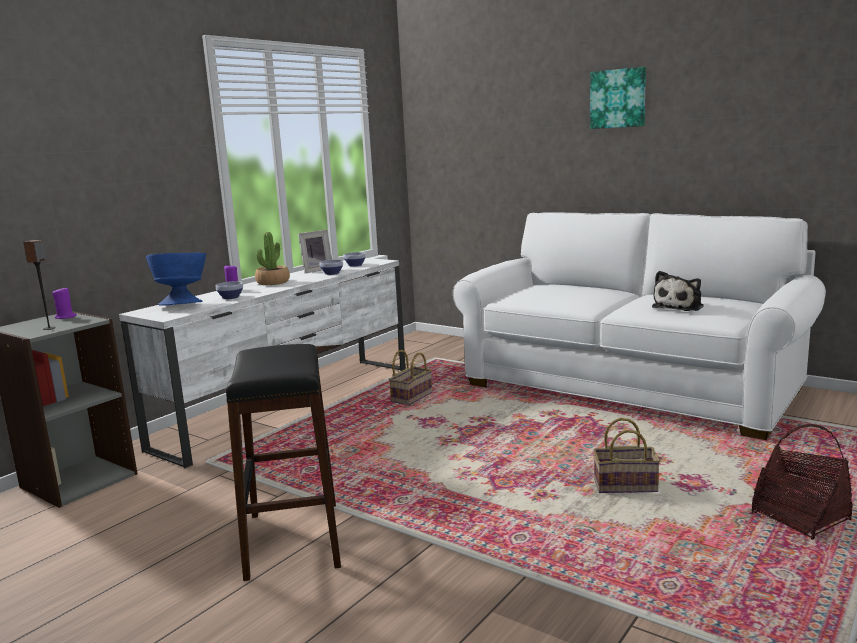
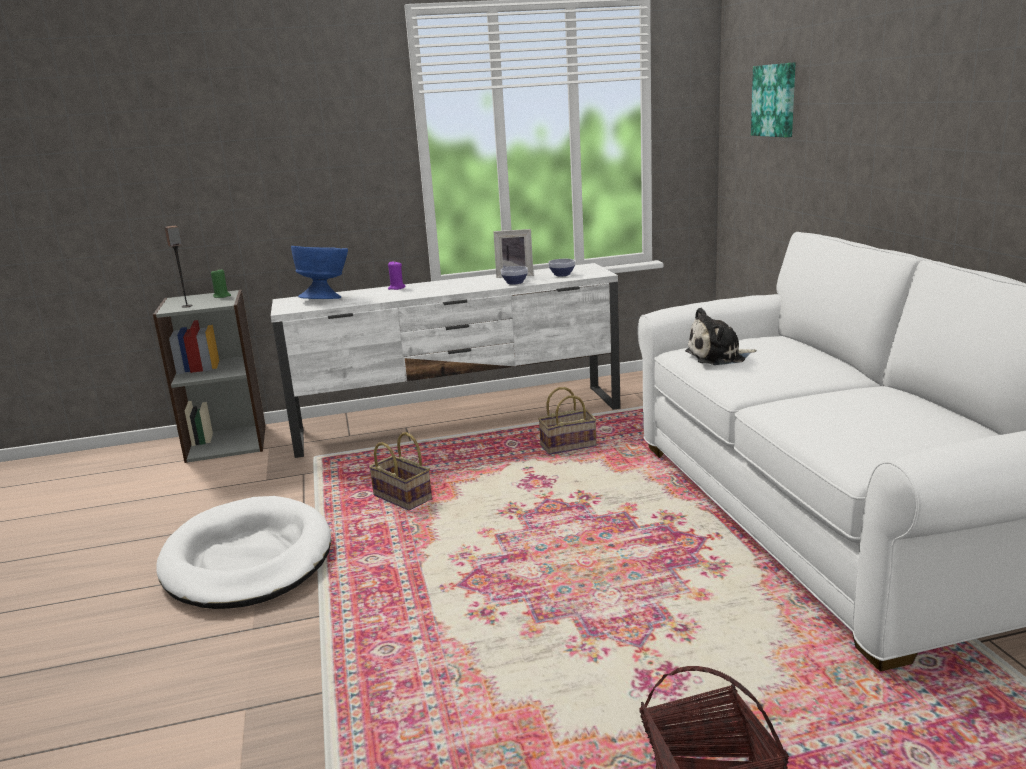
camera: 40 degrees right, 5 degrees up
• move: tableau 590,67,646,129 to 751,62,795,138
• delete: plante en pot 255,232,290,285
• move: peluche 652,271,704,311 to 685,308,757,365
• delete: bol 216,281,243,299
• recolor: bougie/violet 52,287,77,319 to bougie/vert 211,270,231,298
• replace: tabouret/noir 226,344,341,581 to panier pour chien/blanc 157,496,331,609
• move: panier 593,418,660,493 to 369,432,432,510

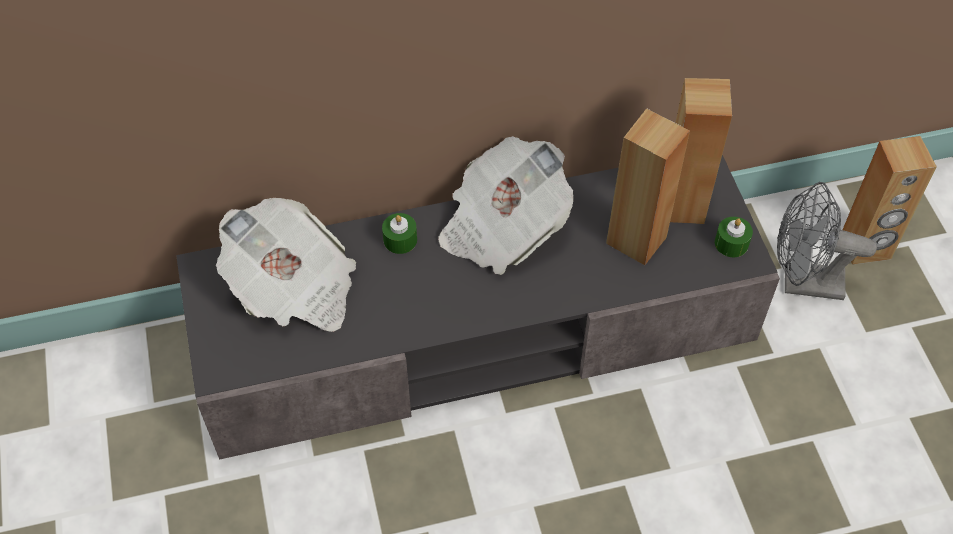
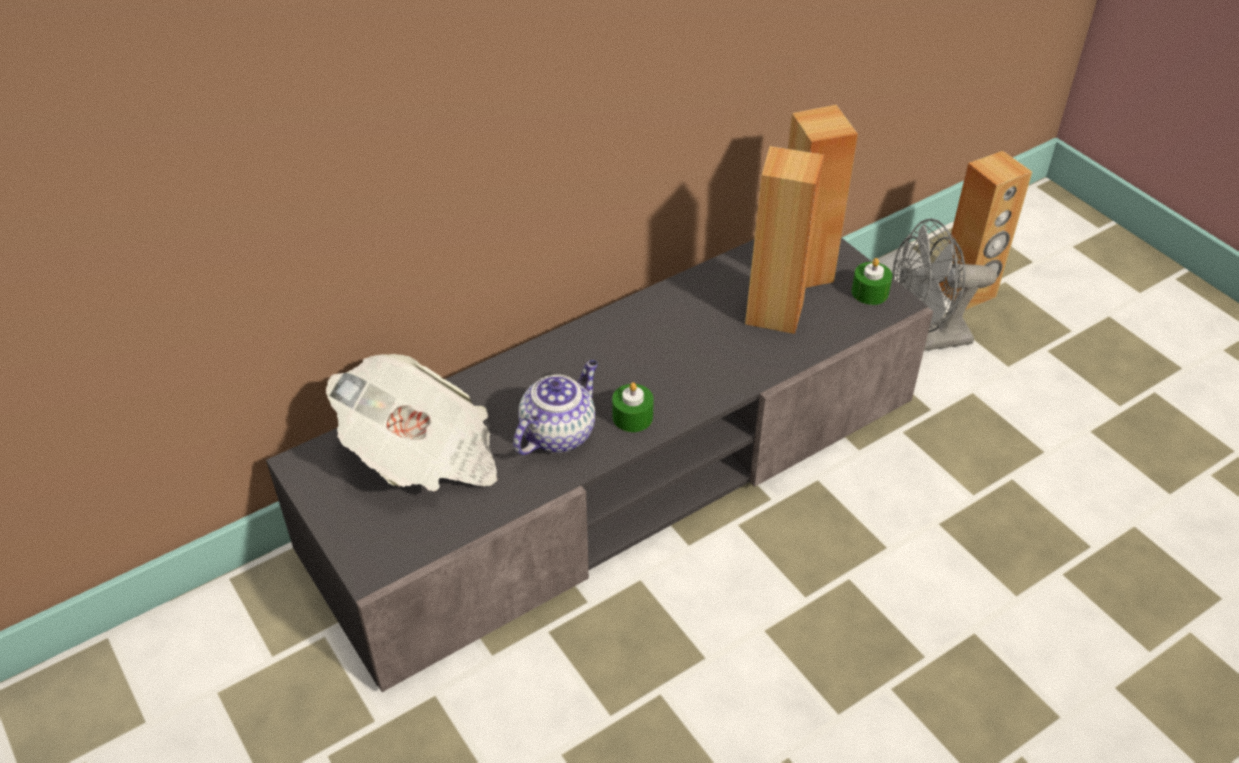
camera: 20 degrees left, 10 degrees down
• delete: journal 438,136,574,275
• move: bougie/vert 382,213,417,254 to 612,382,654,432
• insert: théière 513,360,598,455

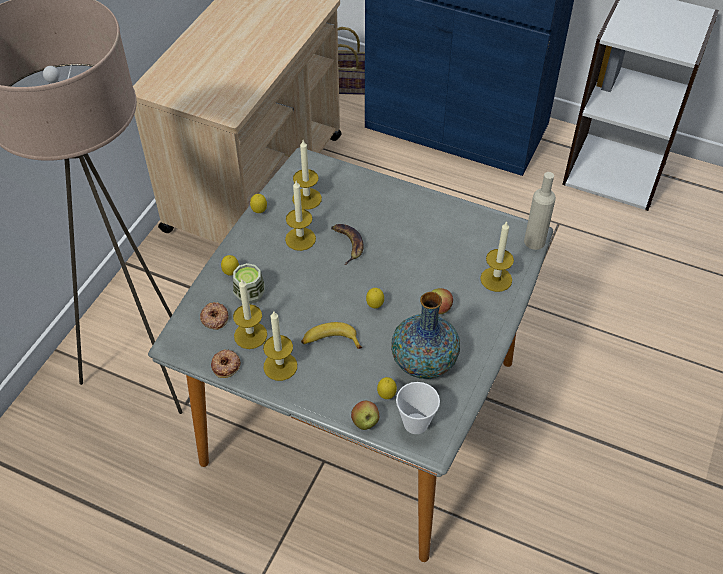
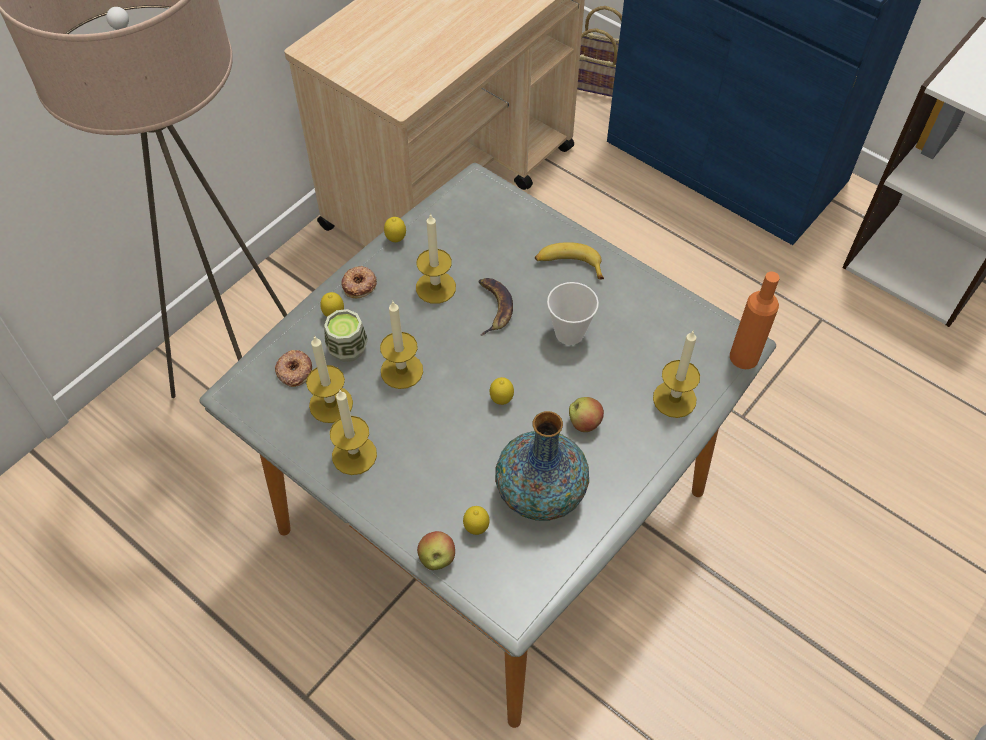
camera: 15 degrees right, 5 degrees up
• move: bougie 292,140,322,210 to 380,301,423,389
• recolor: bouteille/beige 524,172,556,250 to bouteille/orange 730,271,780,369
• move: banane 301,322,362,349 to 535,242,604,279
• move: beignet 211,349,241,378 to 341,266,377,298
• move: tasse 396,382,440,434 to 547,282,599,345

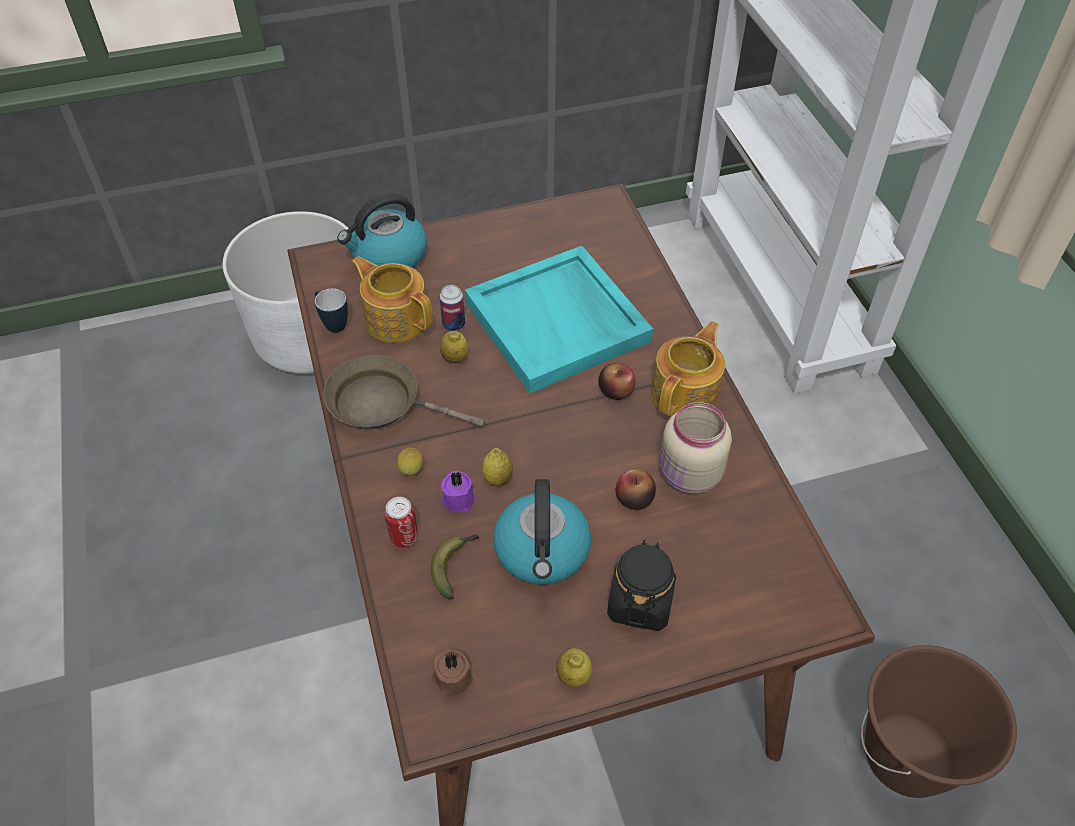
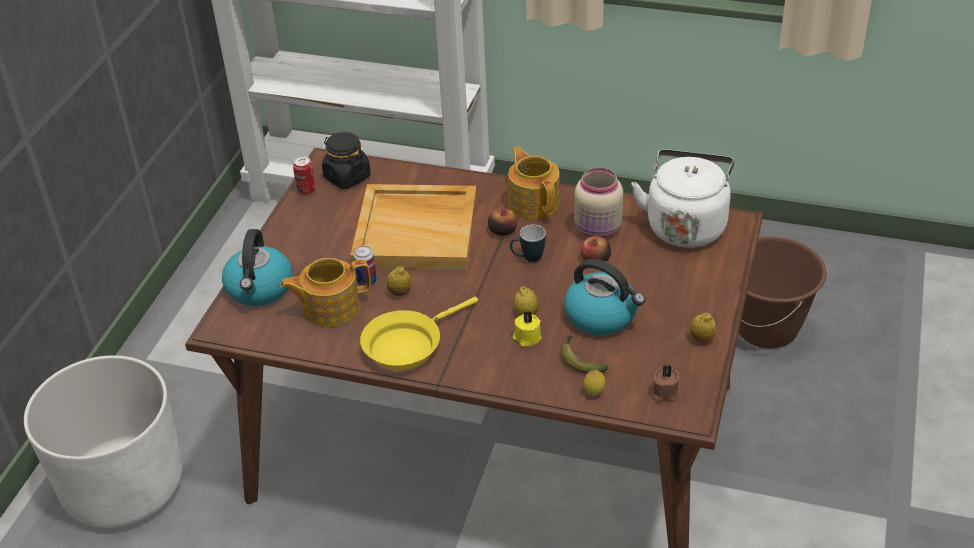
camera: 55 degrees left, 10 degrees down
• recolor: plateau/turquoise 465,246,653,393 to plateau/beige 350,184,477,270
• move: mug 315,289,348,333 to 510,225,546,262
• recolor: poêle/marron 323,355,485,430 to poêle/jaune 360,297,478,370
• move: citron 397,448,423,475 to 584,370,605,396
• recolor: bougie/violet 441,471,476,512 to bougie/jaune 513,311,542,347
• move: boîte métallique 384,497,418,548 to 293,156,316,195
• move: bocal/noir 607,540,676,631 to 322,132,371,189
• insert: bouilloire/blanc 631,149,734,248

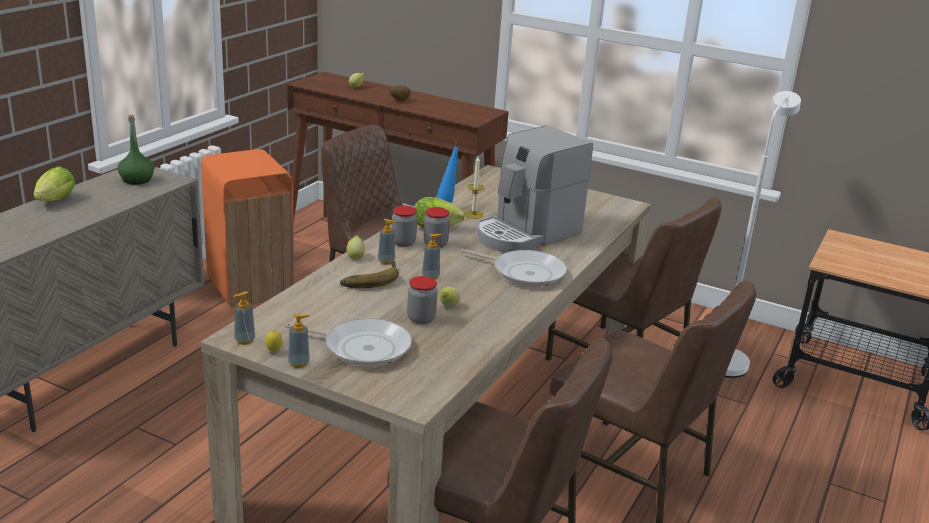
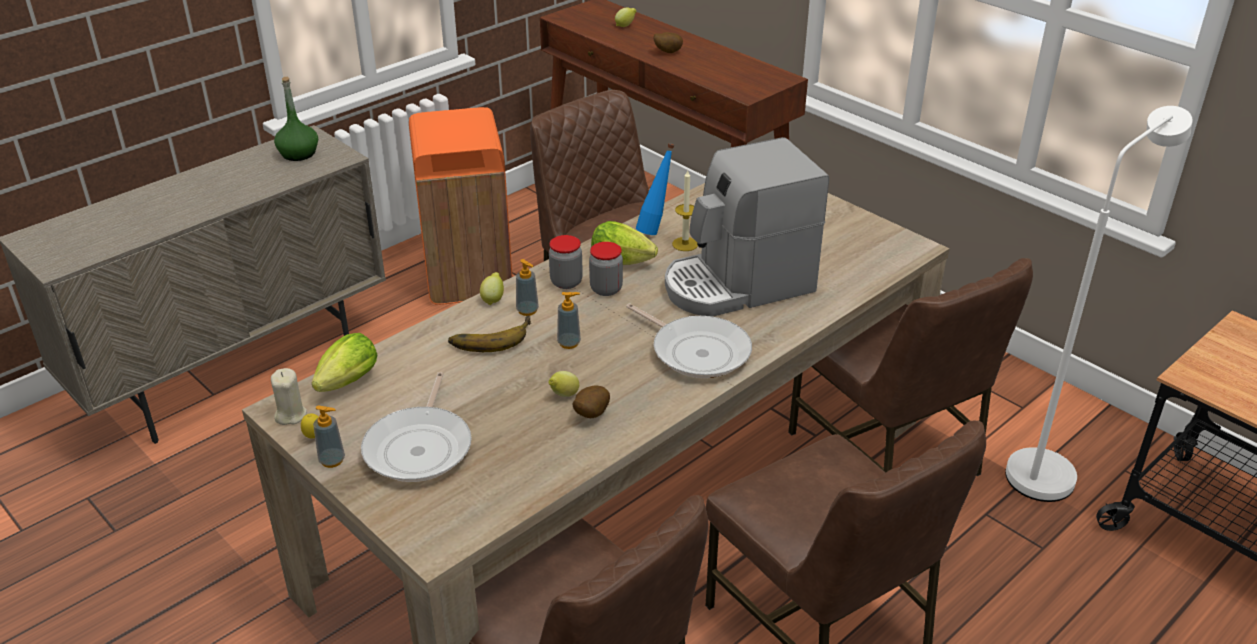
camera: 20 degrees right, 10 degrees up
• move: laitue 34,166,75,202 to 312,333,377,392
• delete: bocal 407,276,438,324
• replace: distributeur de savon 233,291,255,345 to bougie/beige 271,368,307,425
• rotate: poêle 285,318,412,367 = 361,372,472,482 60 degrees clockwise
• insert: pomme de terre 573,385,610,418

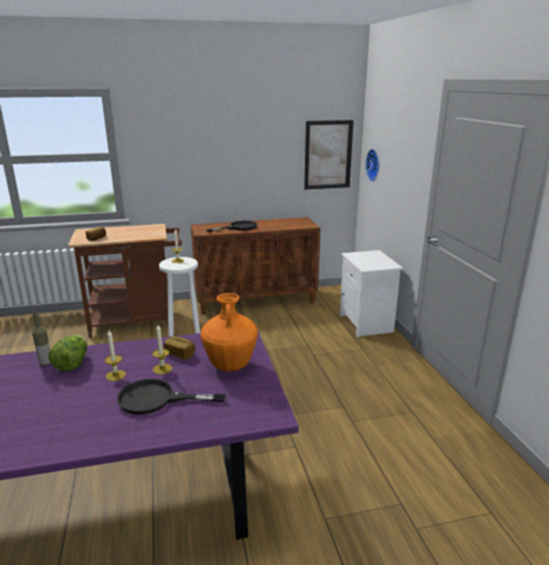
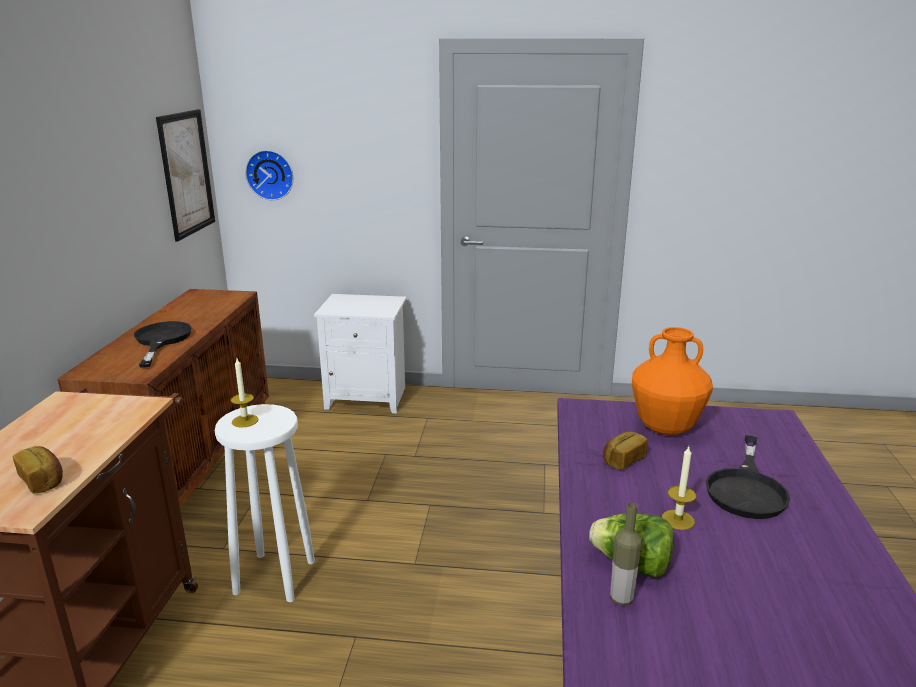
camera: 70 degrees left, 0 degrees up
• delete: bougie 153,325,172,374

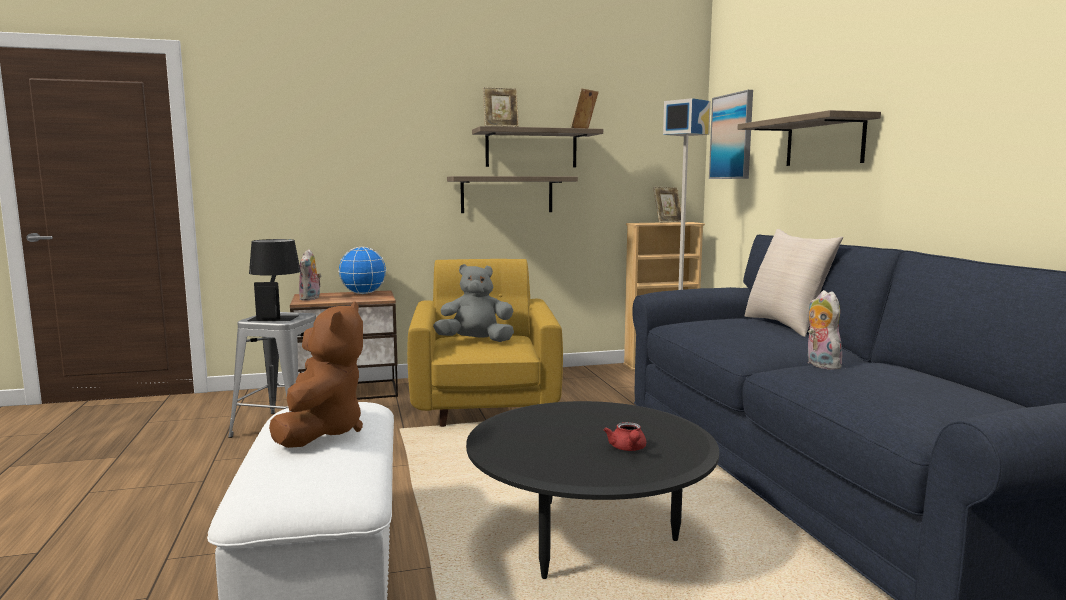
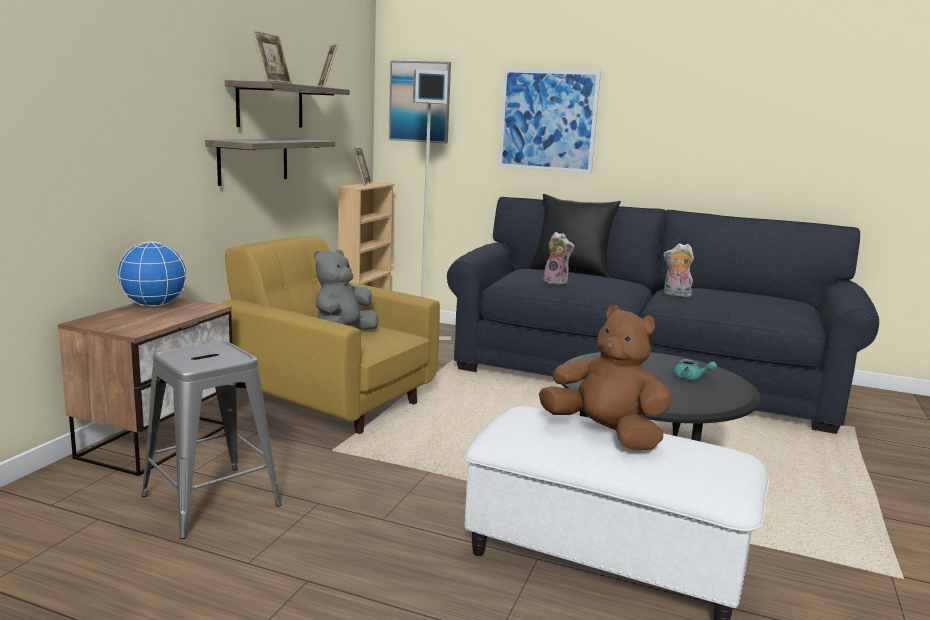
camera: 55 degrees left, 5 degrees up
• replace: étagère 738,110,881,166 to tableau 498,68,601,174
• recolor: coussin/beige 745,229,843,337 to coussin/noir 530,194,621,278
• delete: lampe de table/noir 247,239,301,321
• move: peluche 299,249,321,301 to 543,232,574,285
• recolor: théière/rouge 604,422,646,451 to théière/turquoise 674,359,717,380

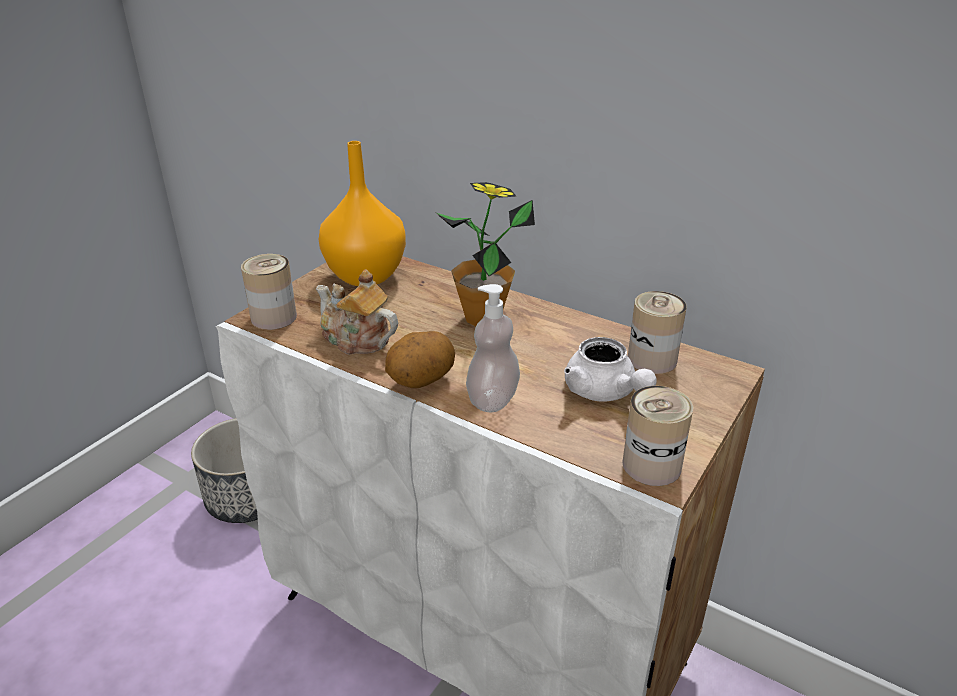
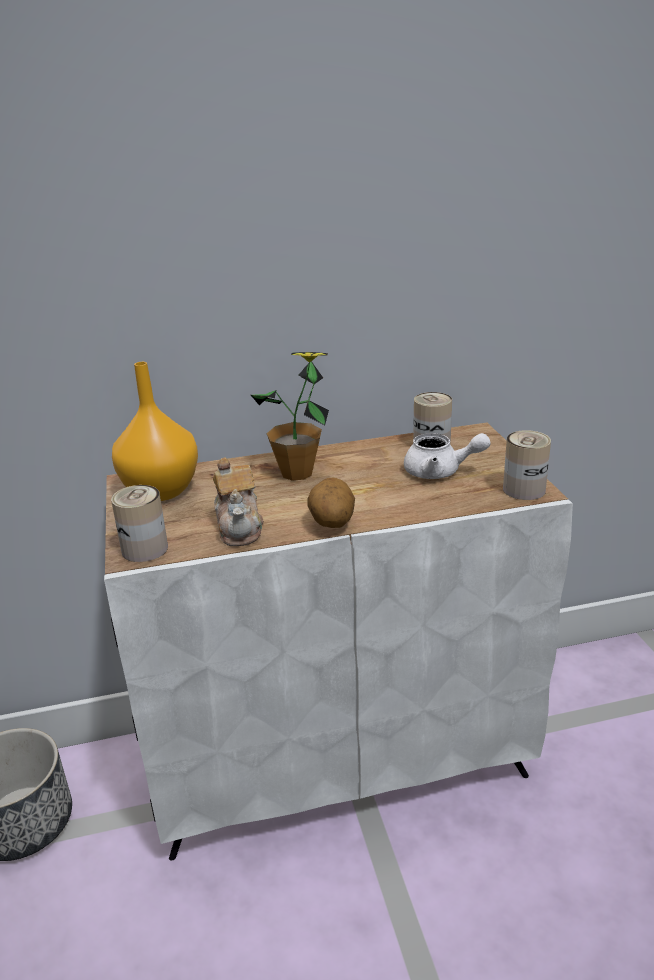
camera: 45 degrees left, 5 degrees down
• rotate: théière 316,269,398,355 = 213,457,264,546 90 degrees counterclockwise
• delete: distributeur de savon 466,284,520,413

